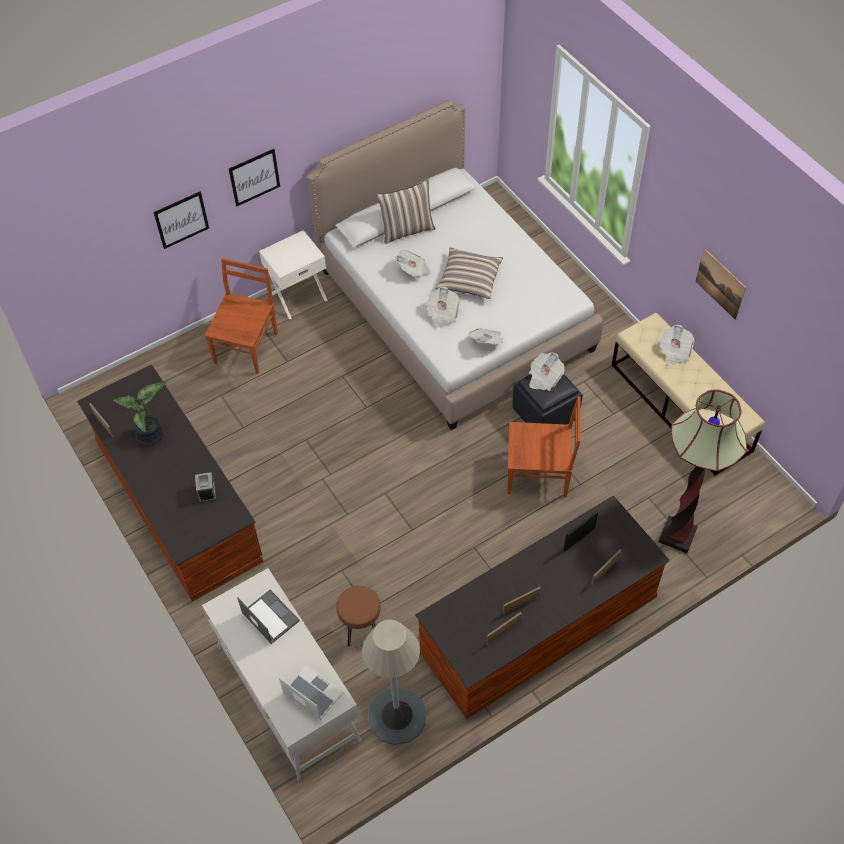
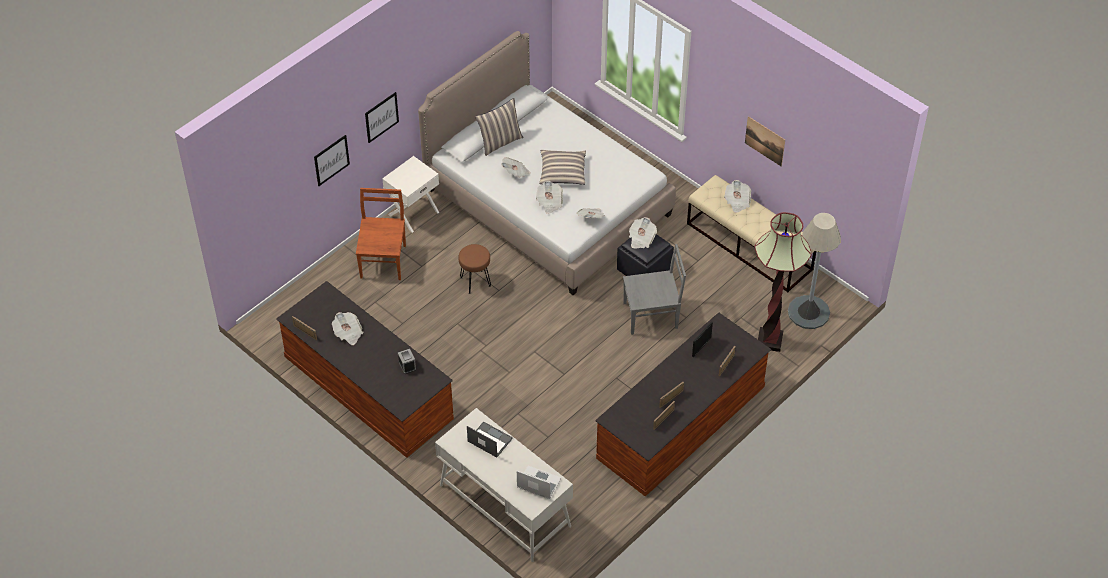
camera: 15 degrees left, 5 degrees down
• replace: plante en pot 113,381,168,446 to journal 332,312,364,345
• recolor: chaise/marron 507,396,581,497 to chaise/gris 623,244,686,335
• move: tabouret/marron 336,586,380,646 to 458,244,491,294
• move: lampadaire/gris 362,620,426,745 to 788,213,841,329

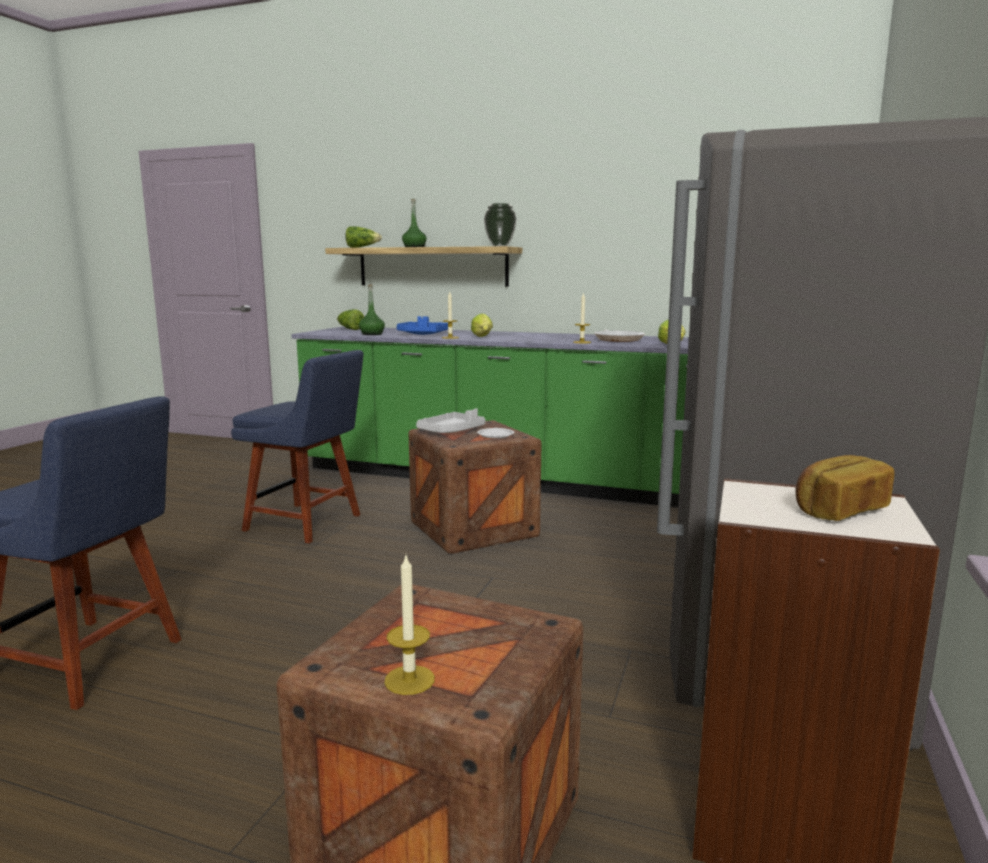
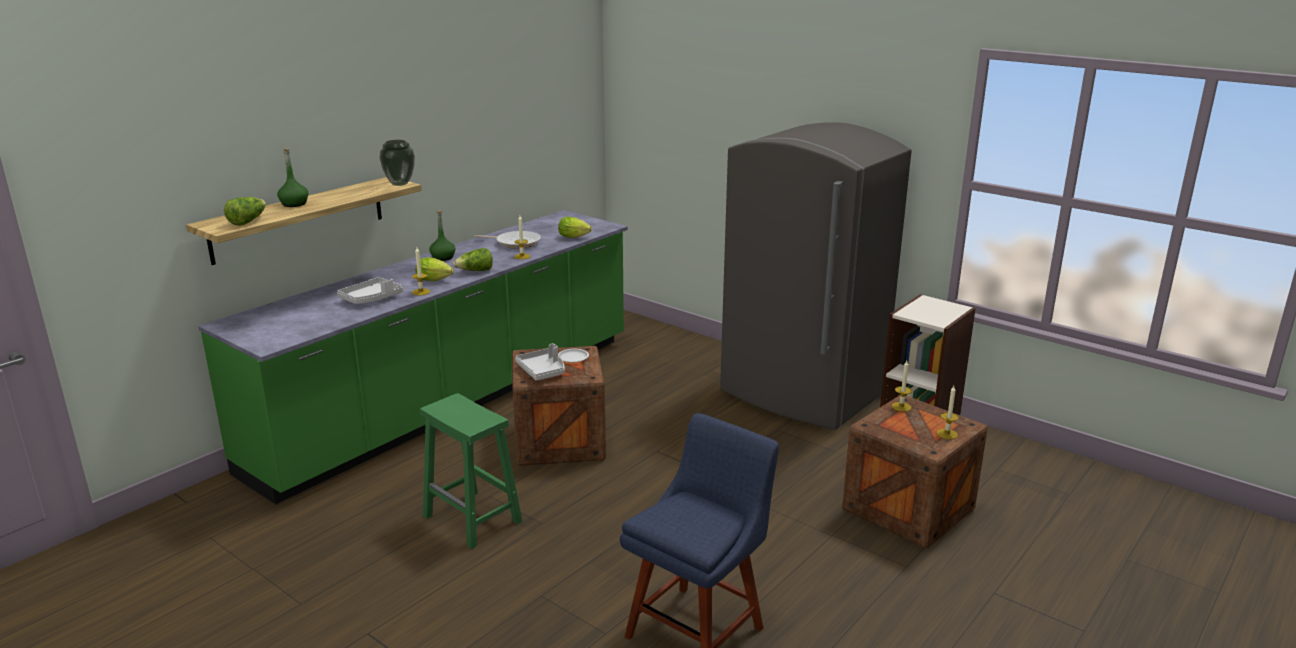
camera: 70 degrees left, 10 degrees up
• move: bouteille/vert 359,284,385,335 to 429,210,455,261
• move: laitue 337,309,364,330 to 453,248,493,271
• recolor: plateau/bleu 397,316,448,335 to plateau/gris 337,277,403,304
• replace: chaise/bleu 231,350,364,543 to tabouret/vert 420,393,522,549
• delete: pain 796,455,895,521
• insert: bougie 892,361,912,412

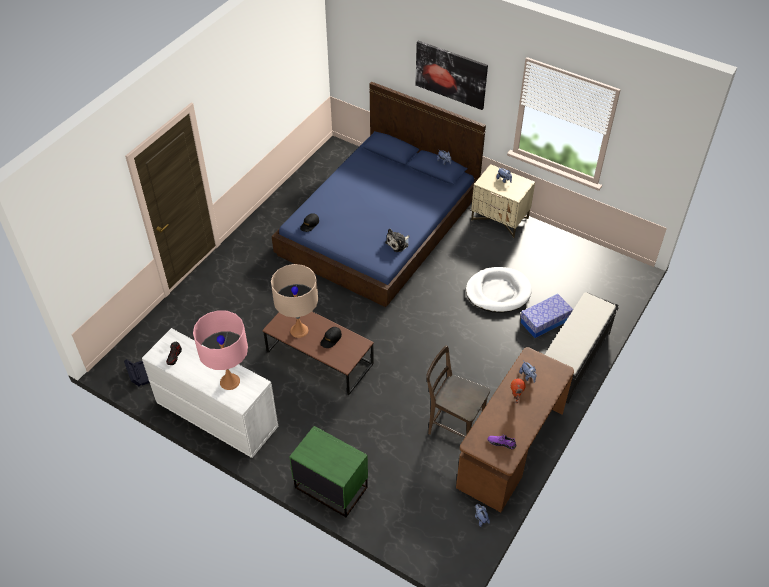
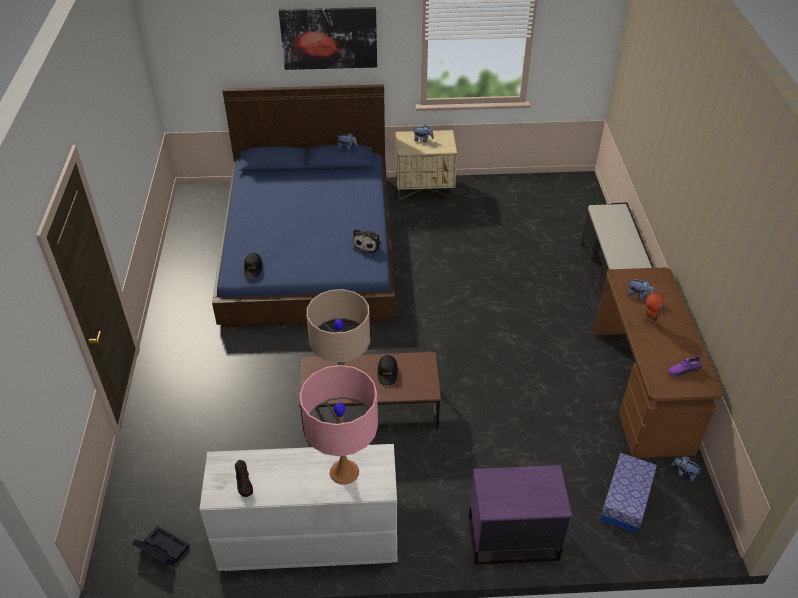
camera: 35 degrees left, 5 degrees down
• delete: panier pour chien/blanc 466,267,532,313
• move: boîte de rangement 520,294,573,338 to 601,453,657,533
• delete: chaise/marron 426,346,490,438
• recolor: table de chevet/vert 289,426,368,517 to table de chevet/violet 469,465,572,565

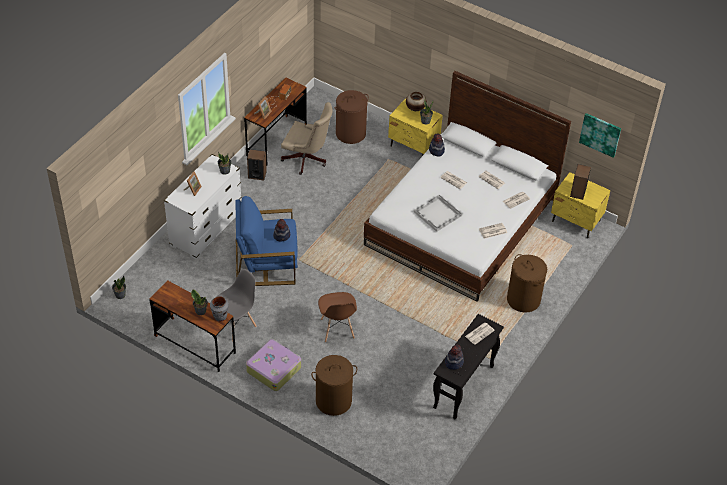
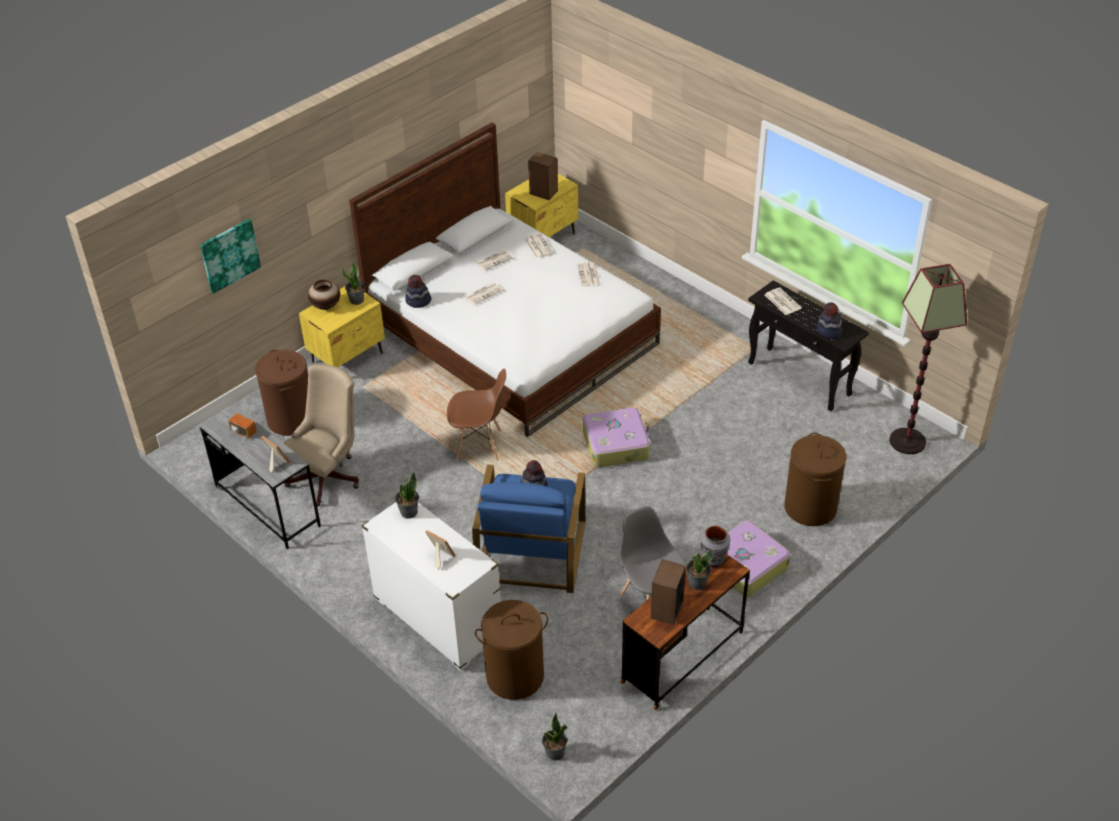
camera: 75 degrees left, 5 degrees down
• recolor: bureau/marron 244,78,307,166 to bureau/gris 200,405,321,549
• move: tableau 579,113,621,158 to 200,219,261,294
• move: enceinte 247,149,267,180 to 651,559,686,625
• delete: plateau/blanc 414,194,462,232
• move: panier à linge/marron 507,254,547,313 to 475,600,548,700
• move: chaise/marron 318,292,357,342 to 447,369,506,461
• insert: lampadaire 889,264,967,454
• insert: valise 583,408,651,467

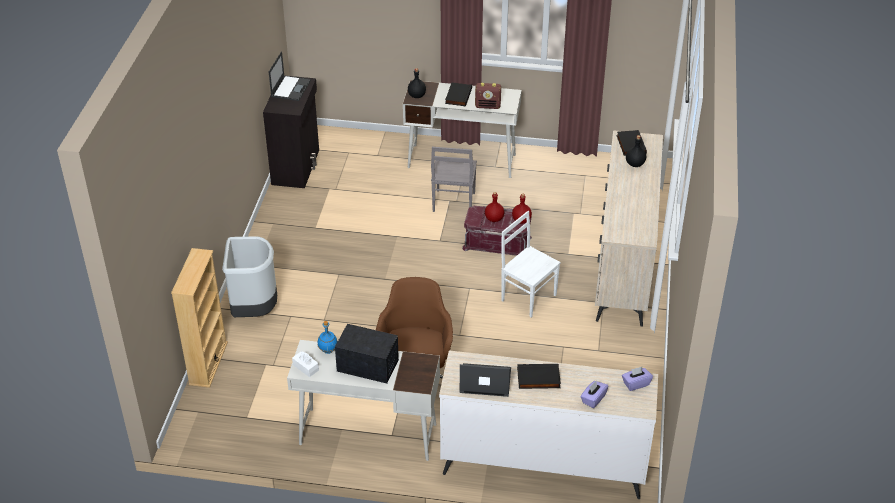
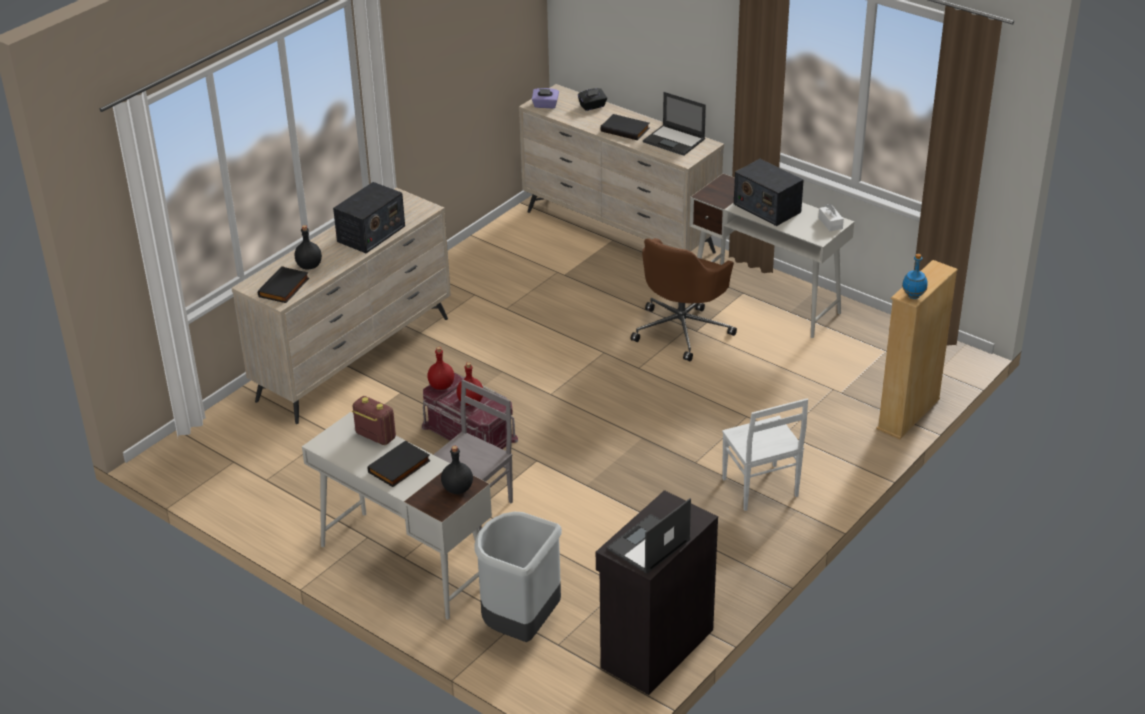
camera: 150 degrees left, 5 degrees down
• move: chaise/blanc 501,211,561,317 to 722,399,808,511
• move: poubelle/gris 222,236,277,317 to 474,512,562,642
• move: bouteille/bleu 317,321,337,354 to 902,254,928,299
• recolor: boîte à mouchoirs/violet 581,381,608,408 to boîte à mouchoirs/noir 578,88,607,111
• insert: radio 333,182,405,253

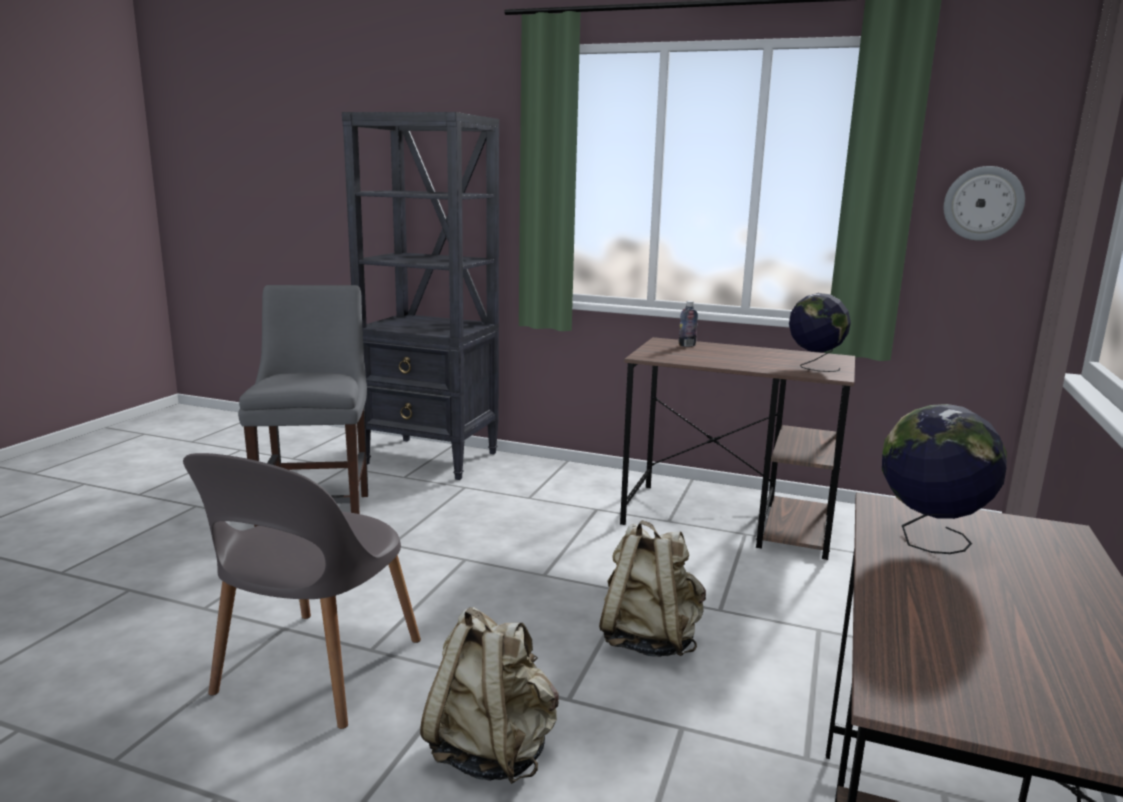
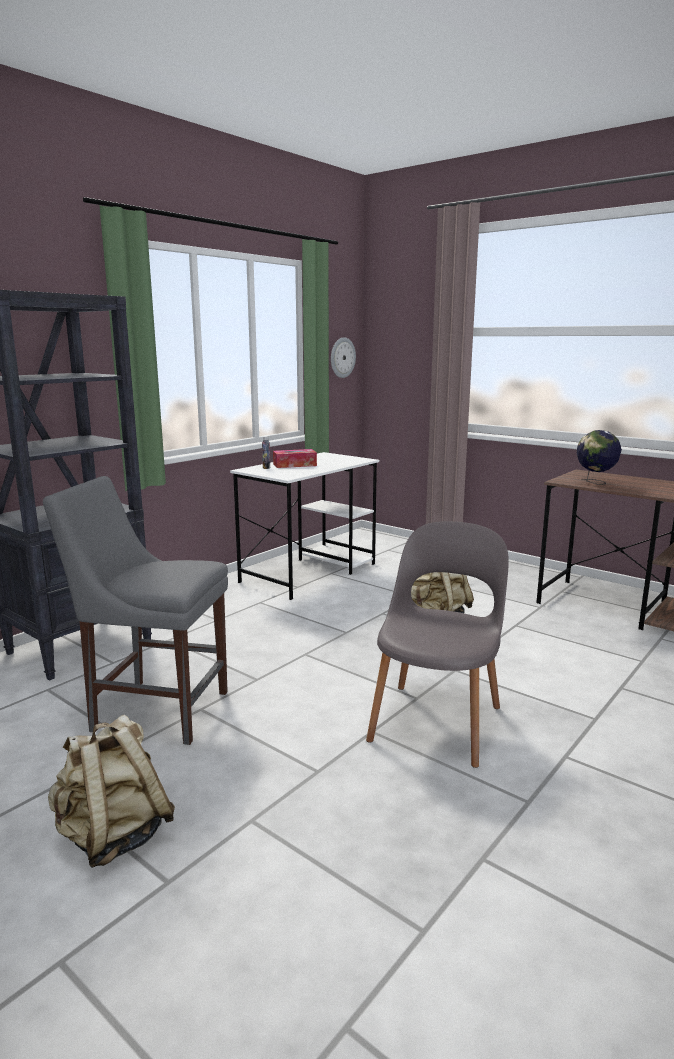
camera: 70 degrees left, 0 degrees up
• delete: globe 789,293,851,372
• recolor: bureau/marron 620,337,855,560 to bureau/blanc 230,452,379,600
• rotate: chaise/gris 183,453,421,729 = 366,521,509,768 105 degrees counterclockwise
• move: sac à dos/beige 420,607,559,784 to 48,715,175,868
• insert: boîte à mouchoirs 273,449,317,468

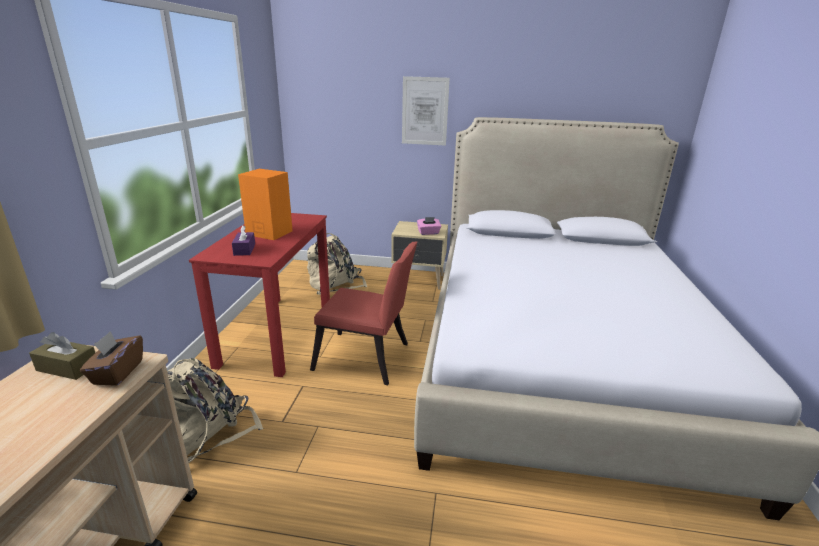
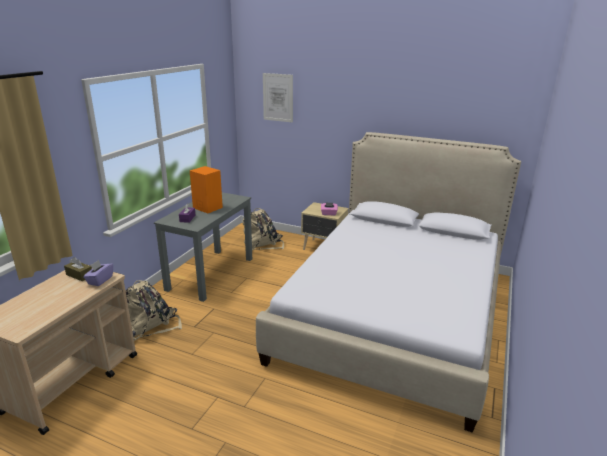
camera: 15 degrees right, 0 degrees up
• move: tableau 402,76,450,146 to 263,73,293,123
• recolor: bureau/rouge 189,213,330,377 to bureau/gris 154,192,252,302
• delete: chaise/rouge 310,242,417,385
• recolor: boîte à mouchoirs/marron 80,331,143,386 to boîte à mouchoirs/violet 83,260,113,286

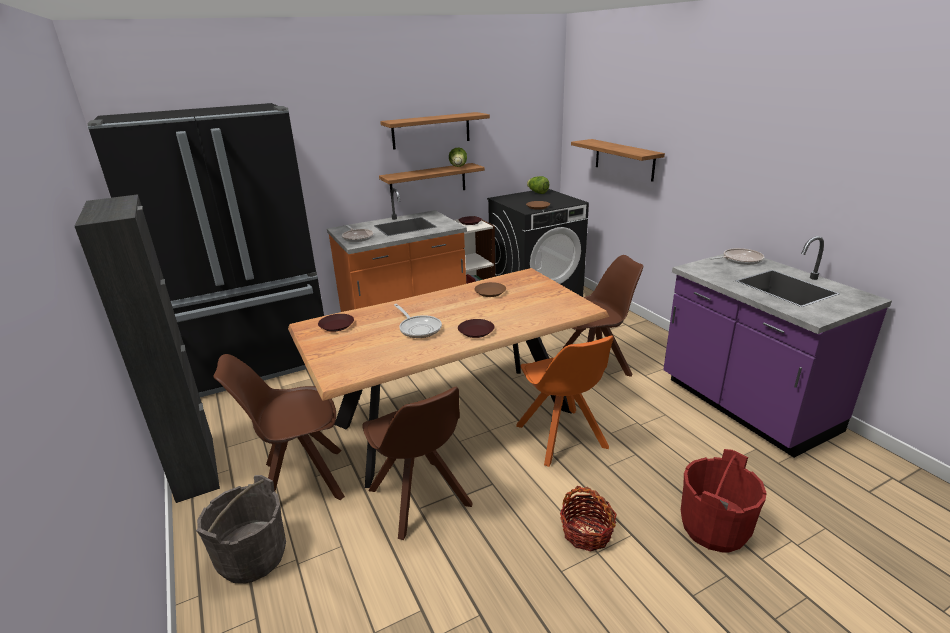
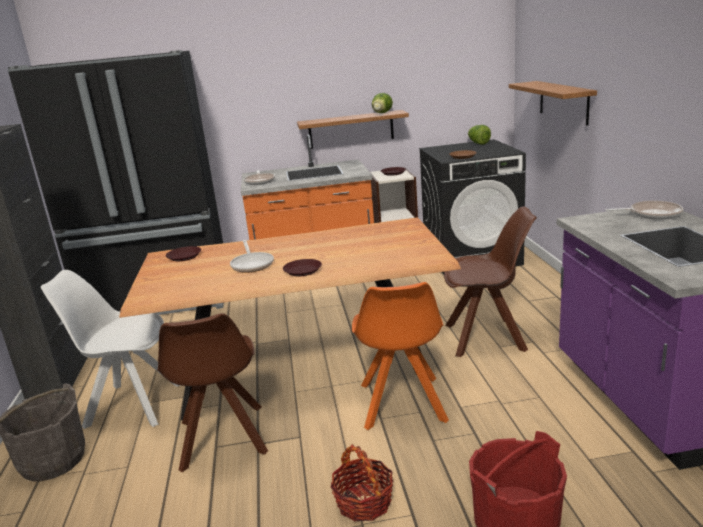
camera: 20 degrees right, 5 degrees down
• delete: étagère 380,112,490,150
• delete: assiette/marron 474,282,506,297
• recolor: chaise/marron 213,354,345,500 to chaise/blanc 41,270,180,429

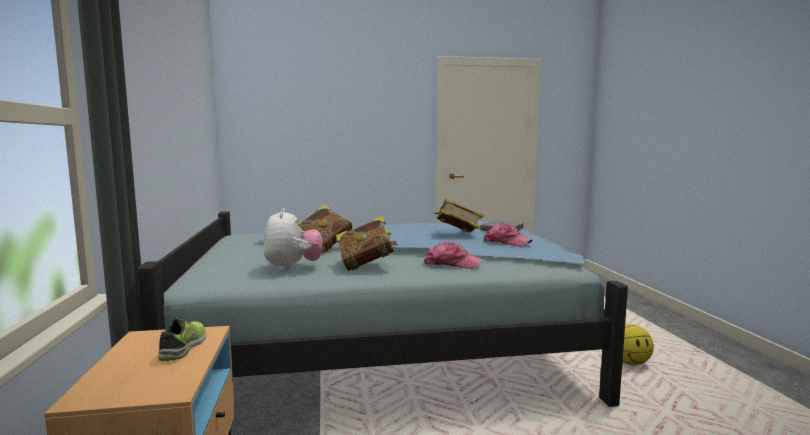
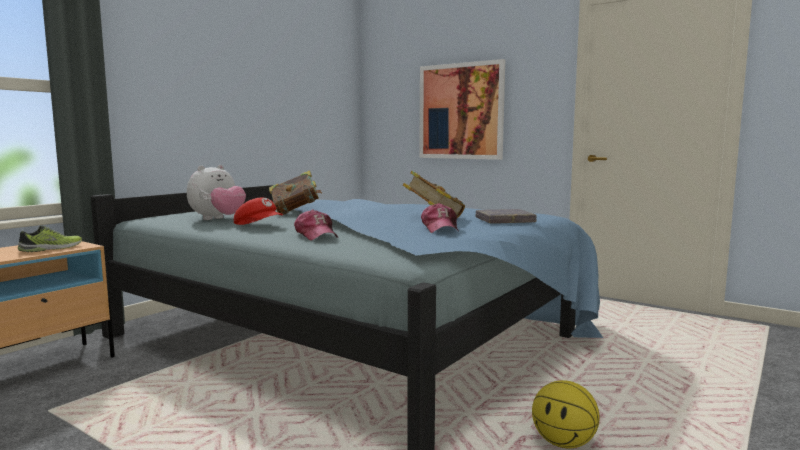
camera: 45 degrees right, 0 degrees up
• replace: livre 336,216,398,271 to casquette/rouge 234,198,283,225
• insert: tableau 419,59,505,160

